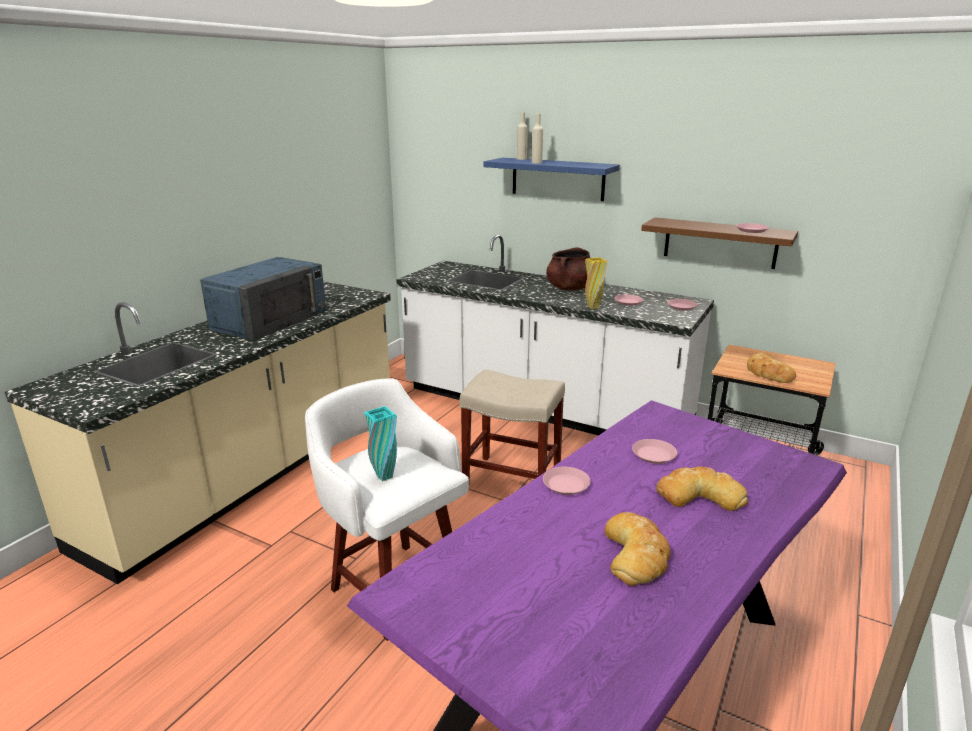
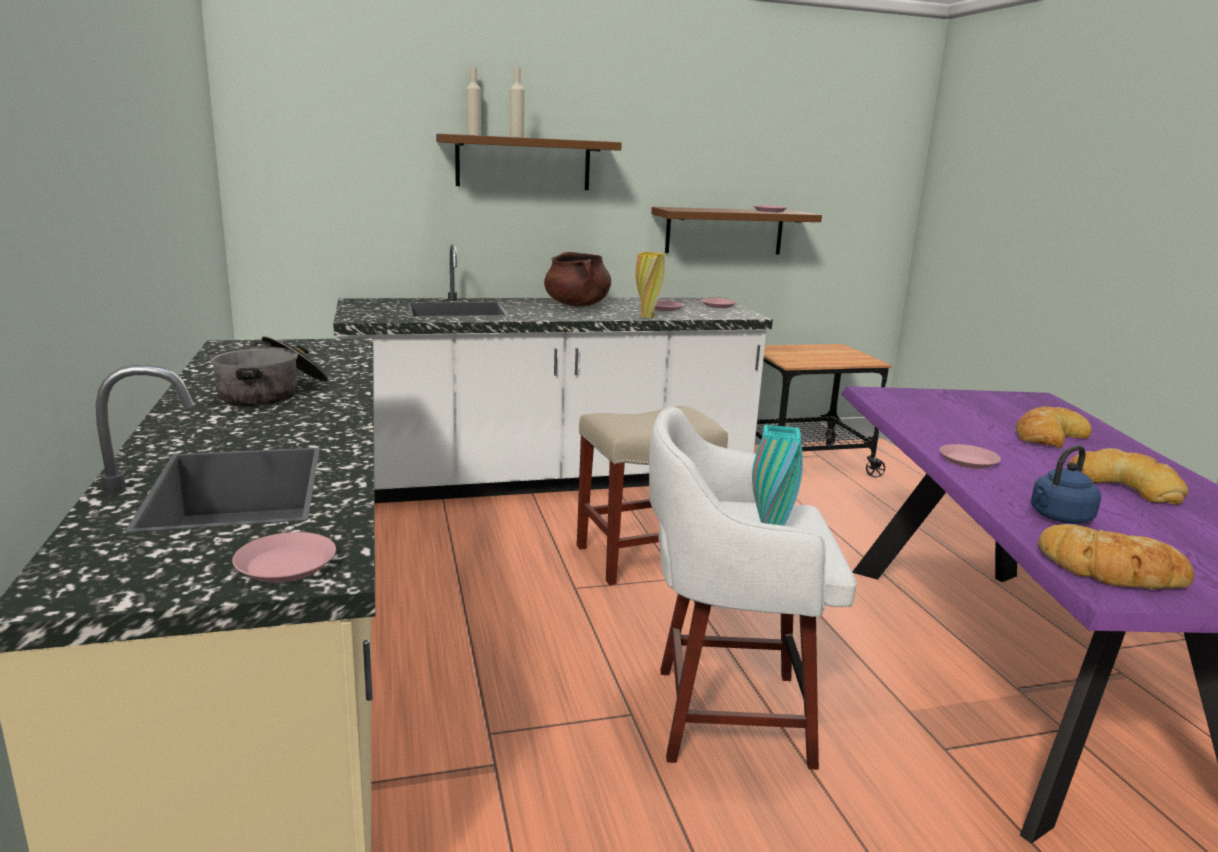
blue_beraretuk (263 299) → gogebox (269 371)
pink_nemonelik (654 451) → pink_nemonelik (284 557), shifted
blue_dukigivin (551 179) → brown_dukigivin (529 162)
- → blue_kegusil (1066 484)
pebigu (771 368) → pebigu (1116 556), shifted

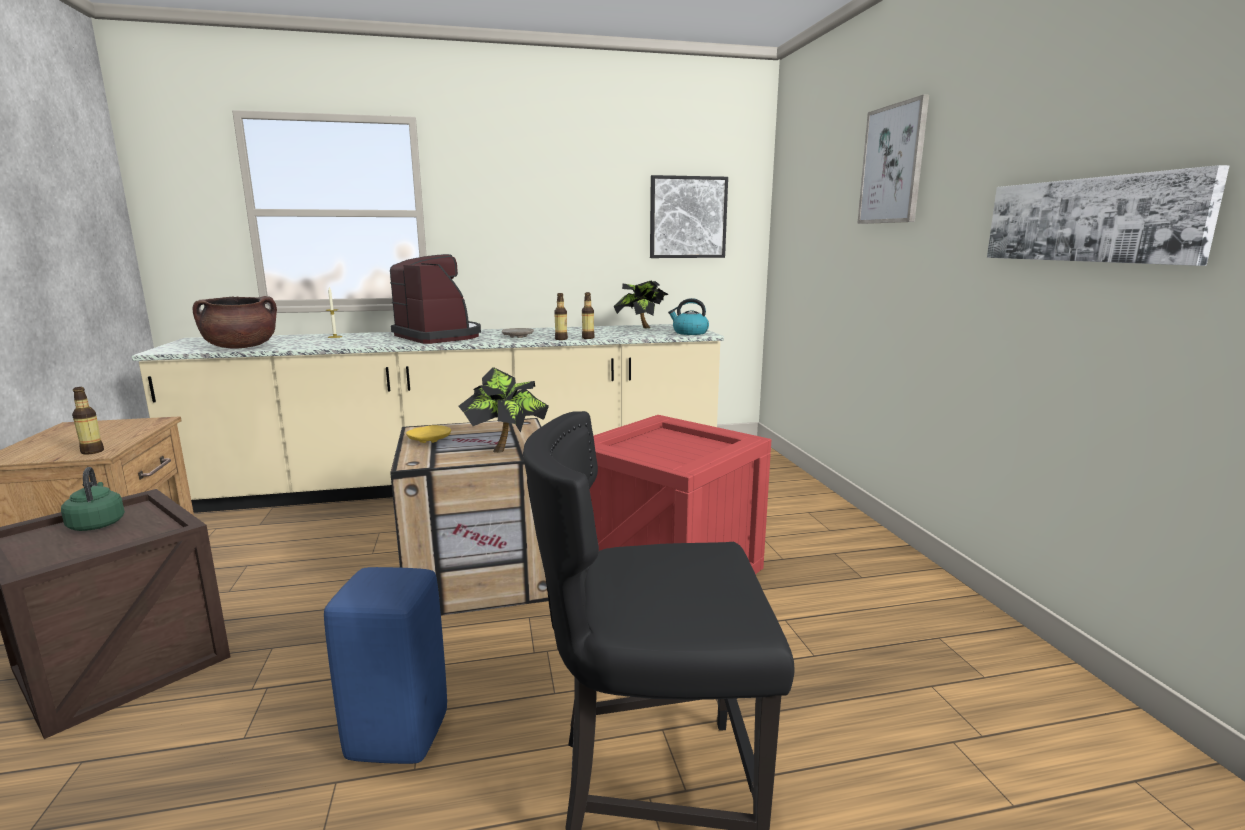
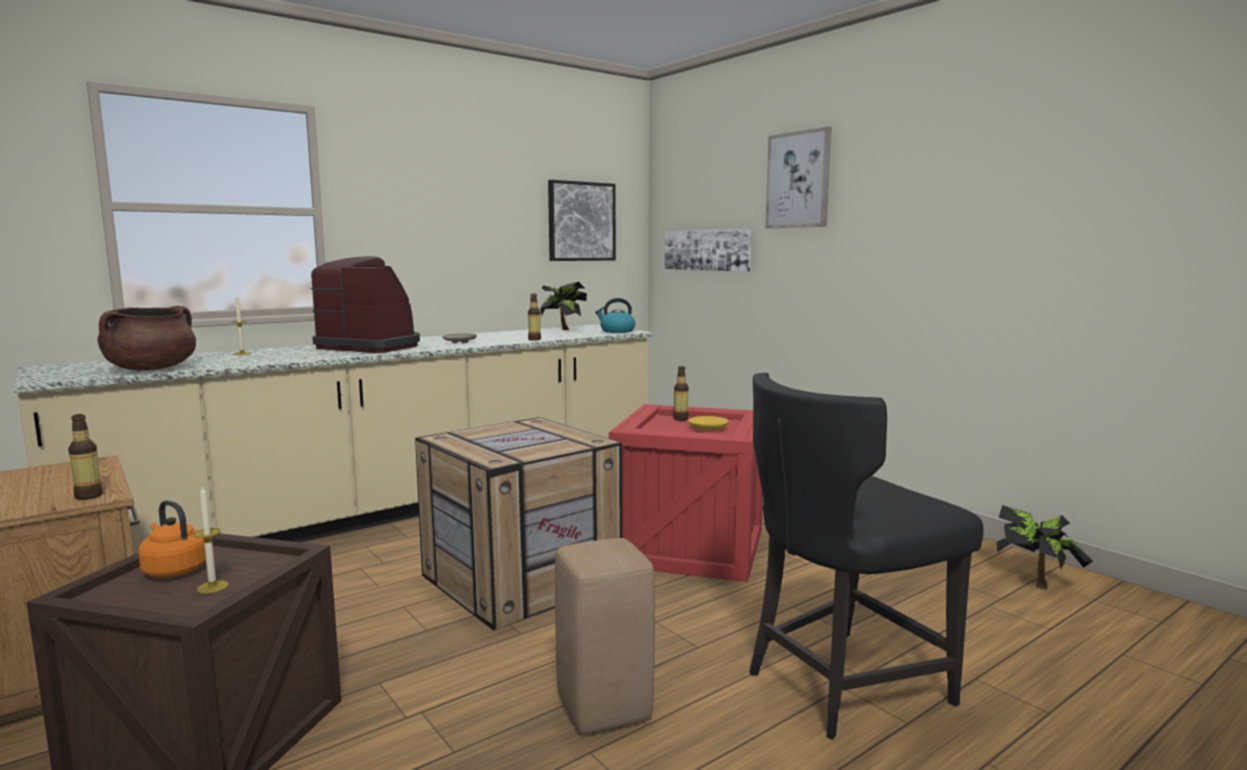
green_kegusil (93 499) → orange_kegusil (172 539)
- → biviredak (211 539)
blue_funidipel (385 665) → beige_funidipel (605 636)
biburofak (1108 215) → biburofak (708 250), shifted
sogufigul (561 316) → sogufigul (681 393), shifted
yellow_nemonelik (428 434) → yellow_nemonelik (708 423), shifted
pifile (503 410) → pifile (1044 547), shifted

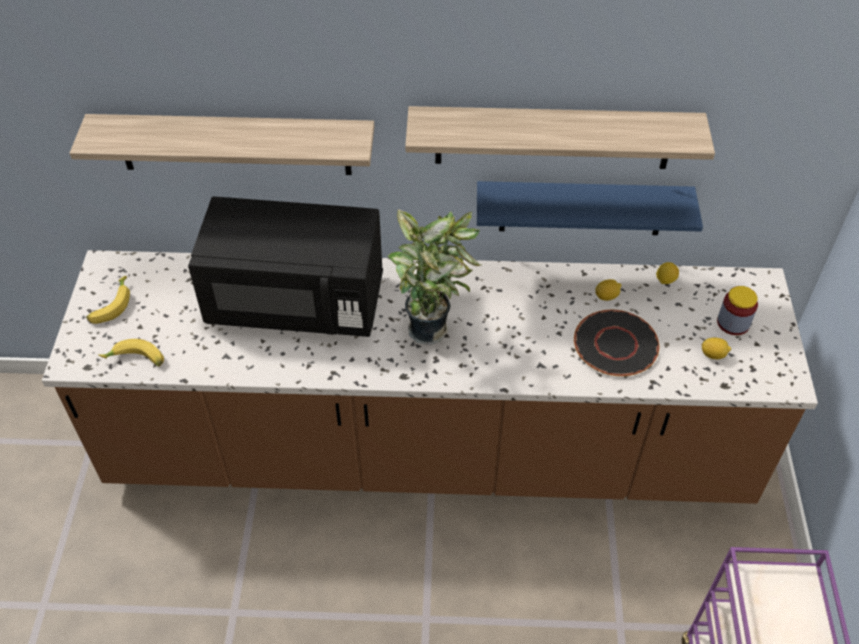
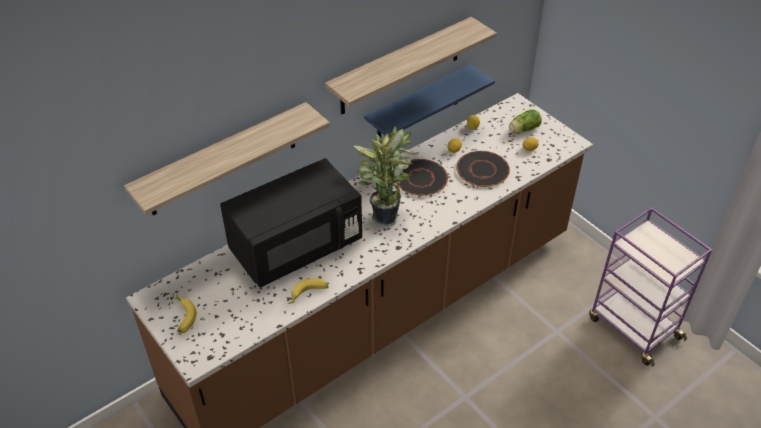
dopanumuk (131 352) → dopanumuk (308 291), shifted
- → black_nemonelik (422 177)
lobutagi (737 310) → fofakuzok (525 121)

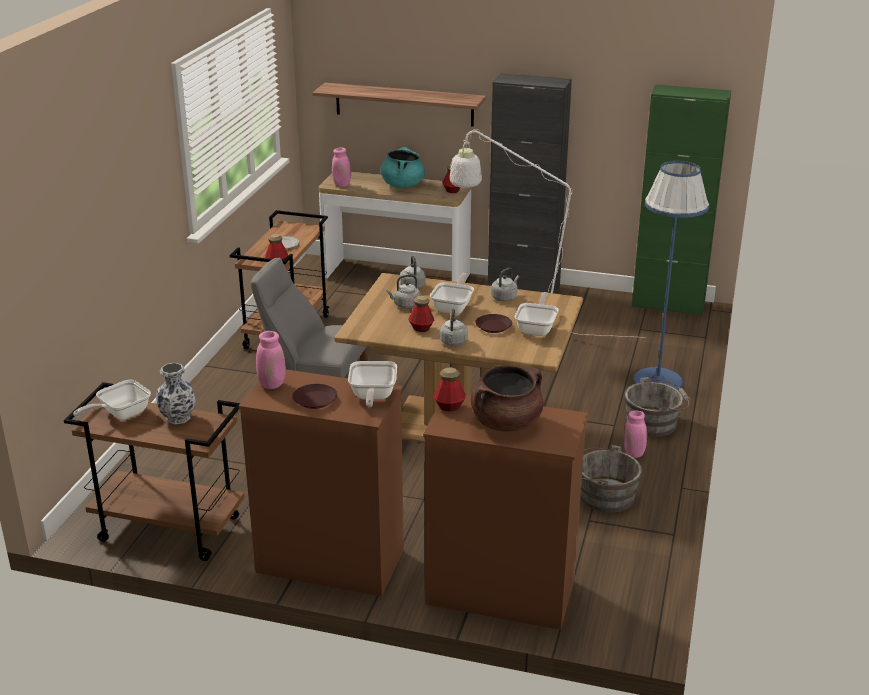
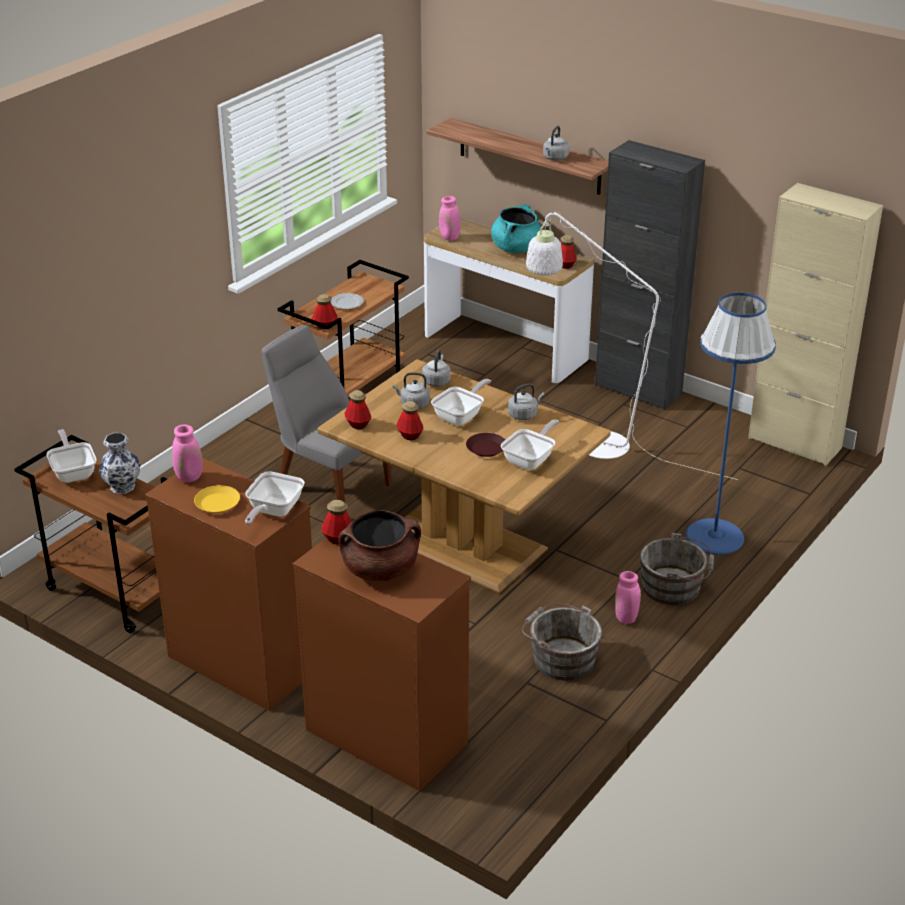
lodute (112 400) → lodute (72 456), 90 degrees clockwise
brown_nemonelik (314 396) → yellow_nemonelik (217 499)
- → sogufigul (358 409)
grey_kegusil (454 327) → grey_kegusil (556 143), shifted
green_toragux (681 200) → beige_toragux (815 324)

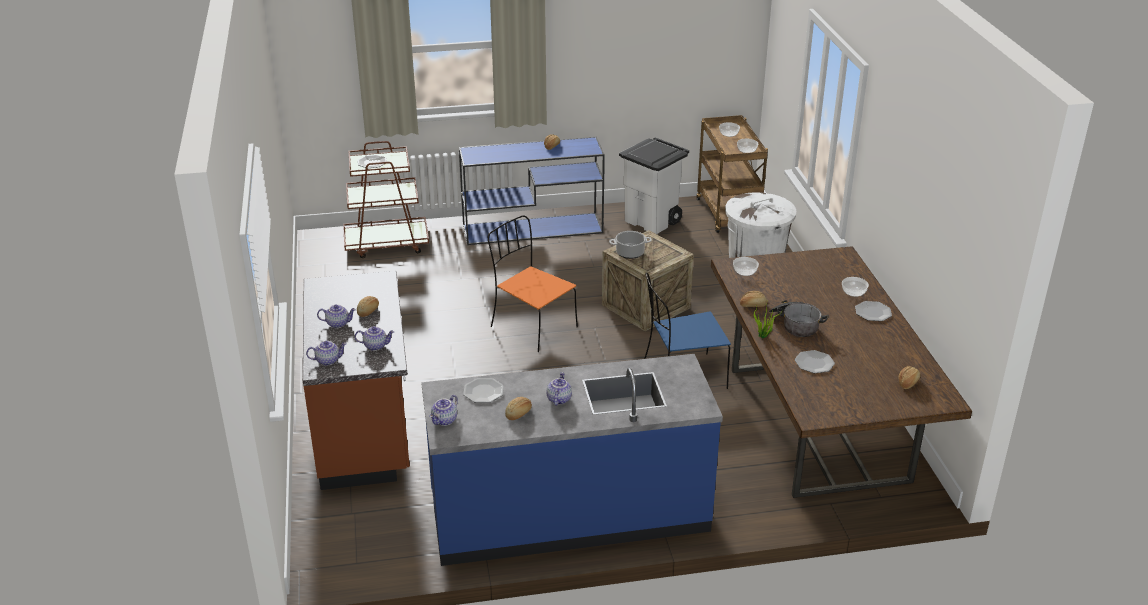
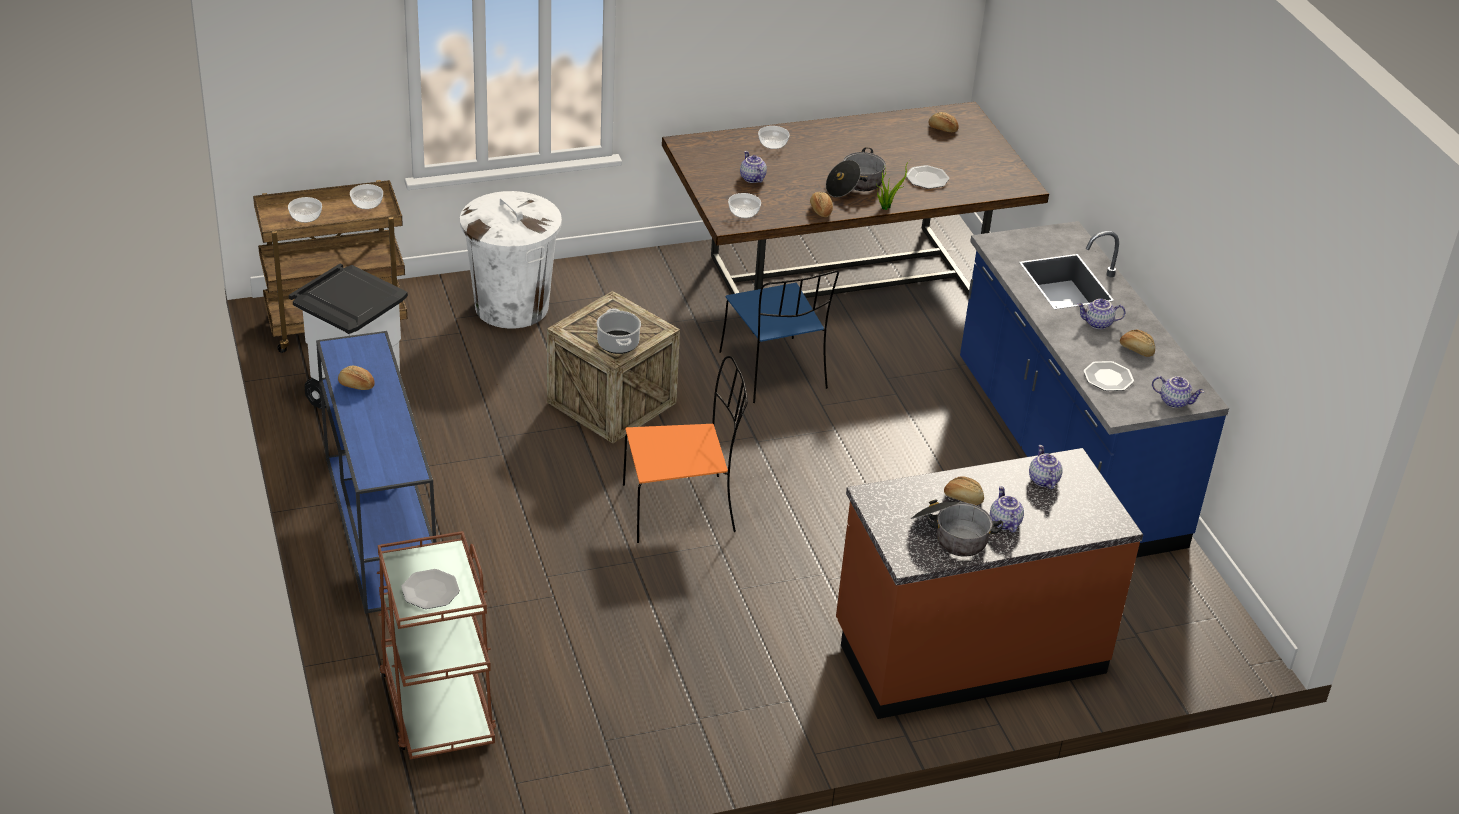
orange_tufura (533 283) → orange_tufura (685 449), 135 degrees counterclockwise
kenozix (326 353) → kenozix (753 167), shifted
- → gogebox (957 528)
nemonelik (873 311) → -

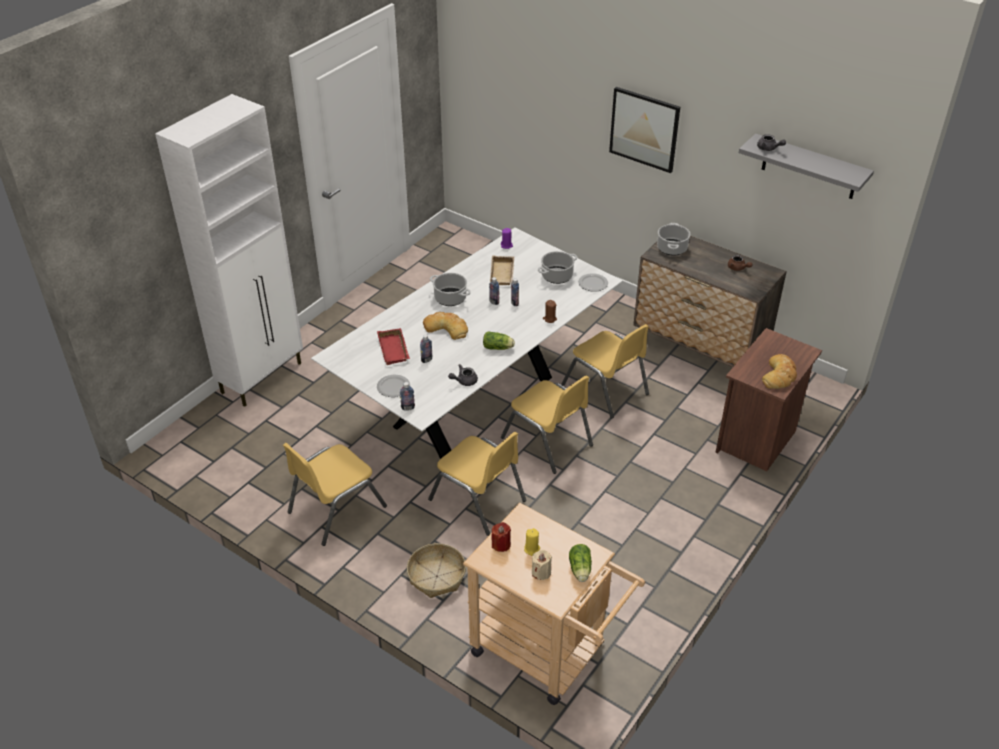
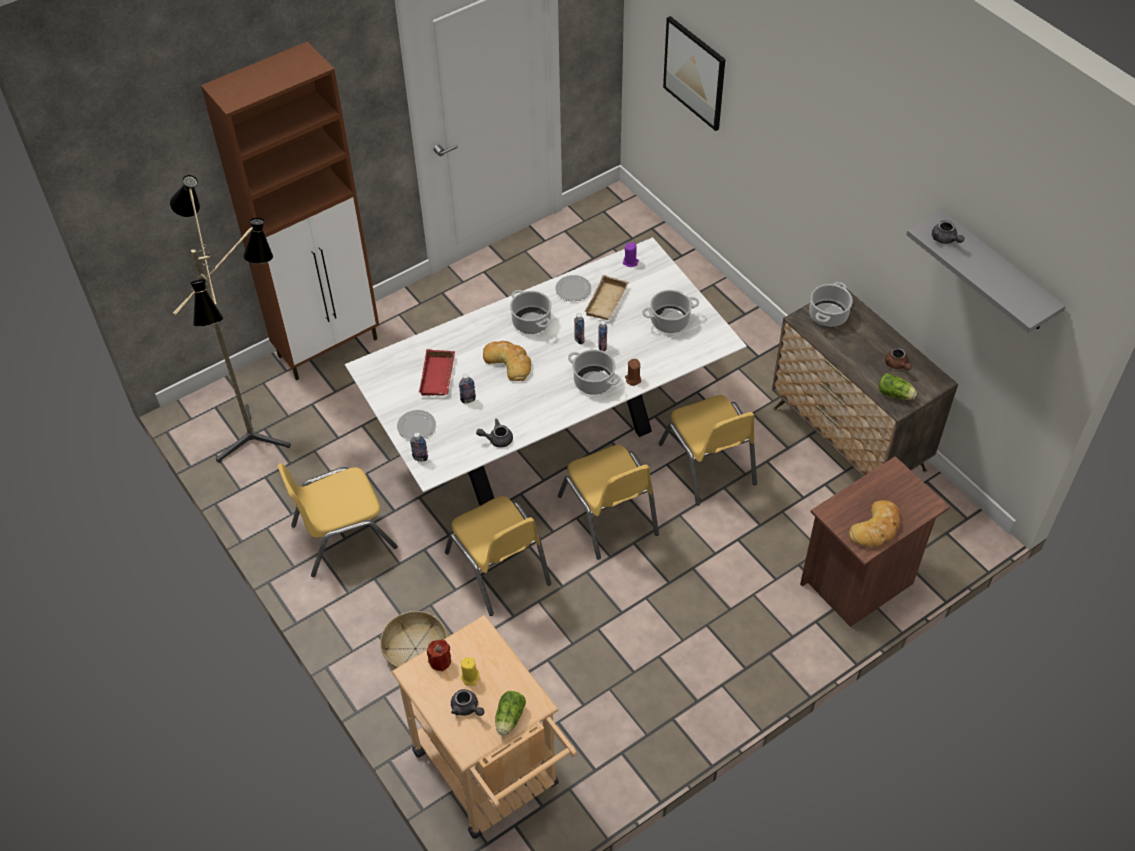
- → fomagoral (230 319)
white_toragux (229 250) → brown_toragux (290 210)
beige_biviredak (542 564) → grey_kenozix (467 702)
nemonelik (593 282) → nemonelik (573 288), shifted
- → gogebox (594 371)
biburofak (644 130) → biburofak (694 73), shifted
fofakuzok (499 340) → fofakuzok (897 386), shifted

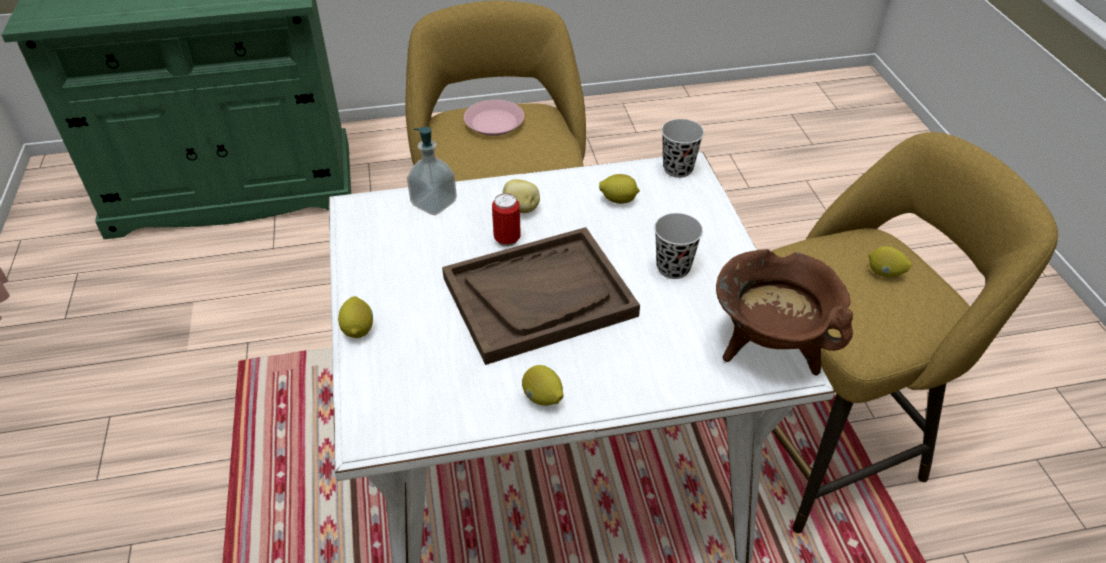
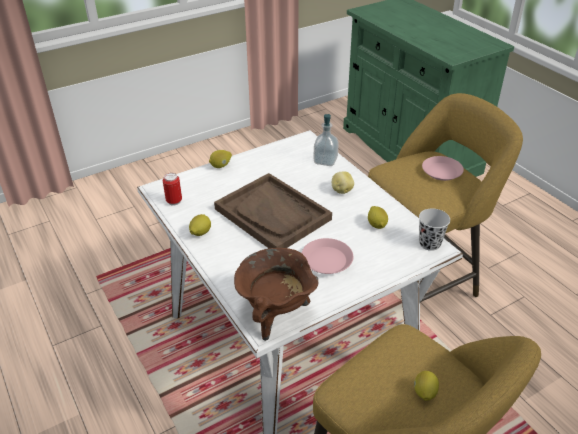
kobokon (506 220) → kobokon (172 189), shifted
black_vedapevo (678 246) → pink_nemonelik (327 256)

